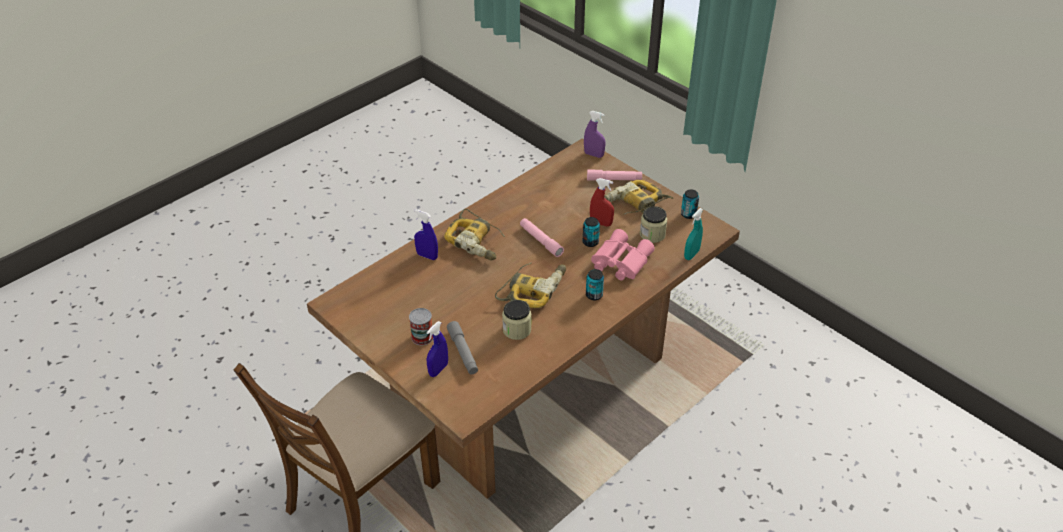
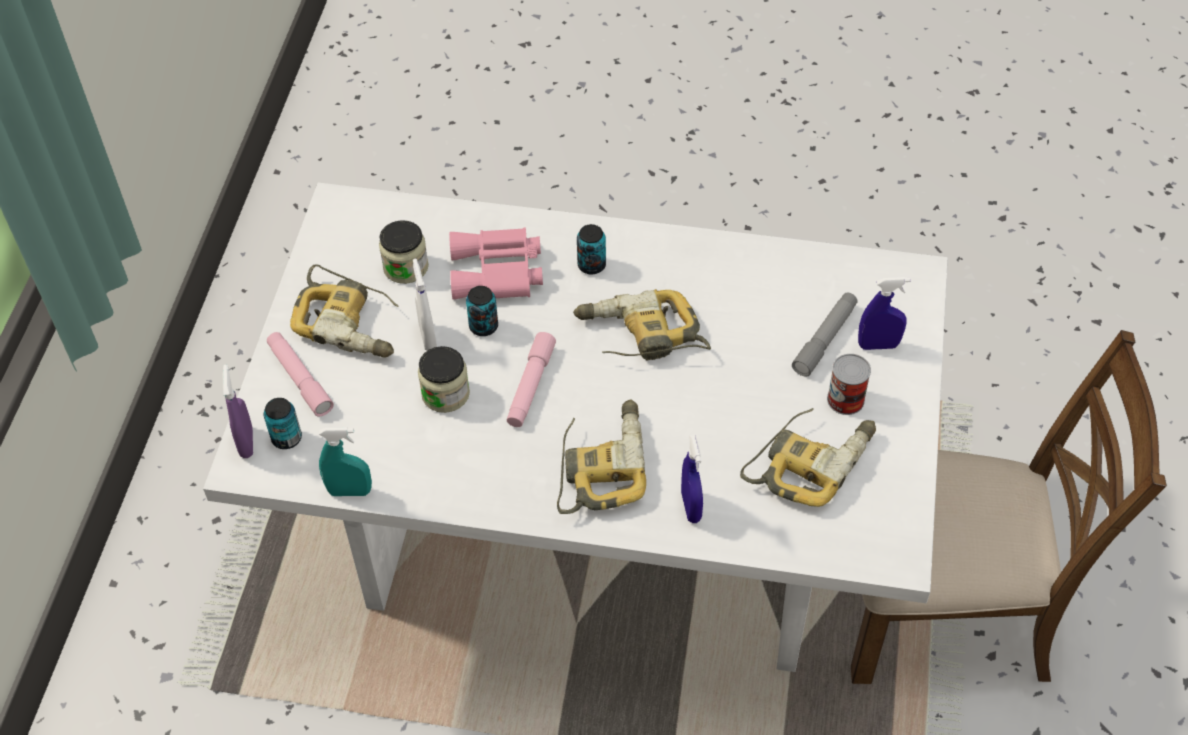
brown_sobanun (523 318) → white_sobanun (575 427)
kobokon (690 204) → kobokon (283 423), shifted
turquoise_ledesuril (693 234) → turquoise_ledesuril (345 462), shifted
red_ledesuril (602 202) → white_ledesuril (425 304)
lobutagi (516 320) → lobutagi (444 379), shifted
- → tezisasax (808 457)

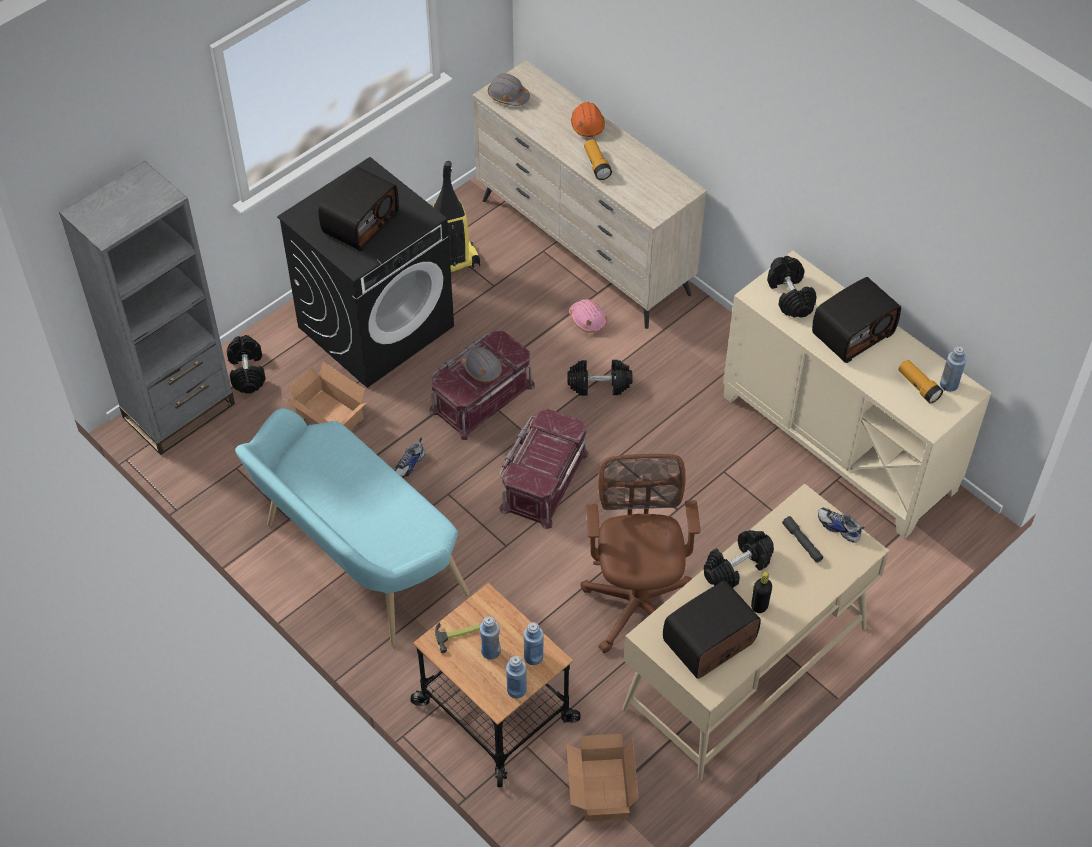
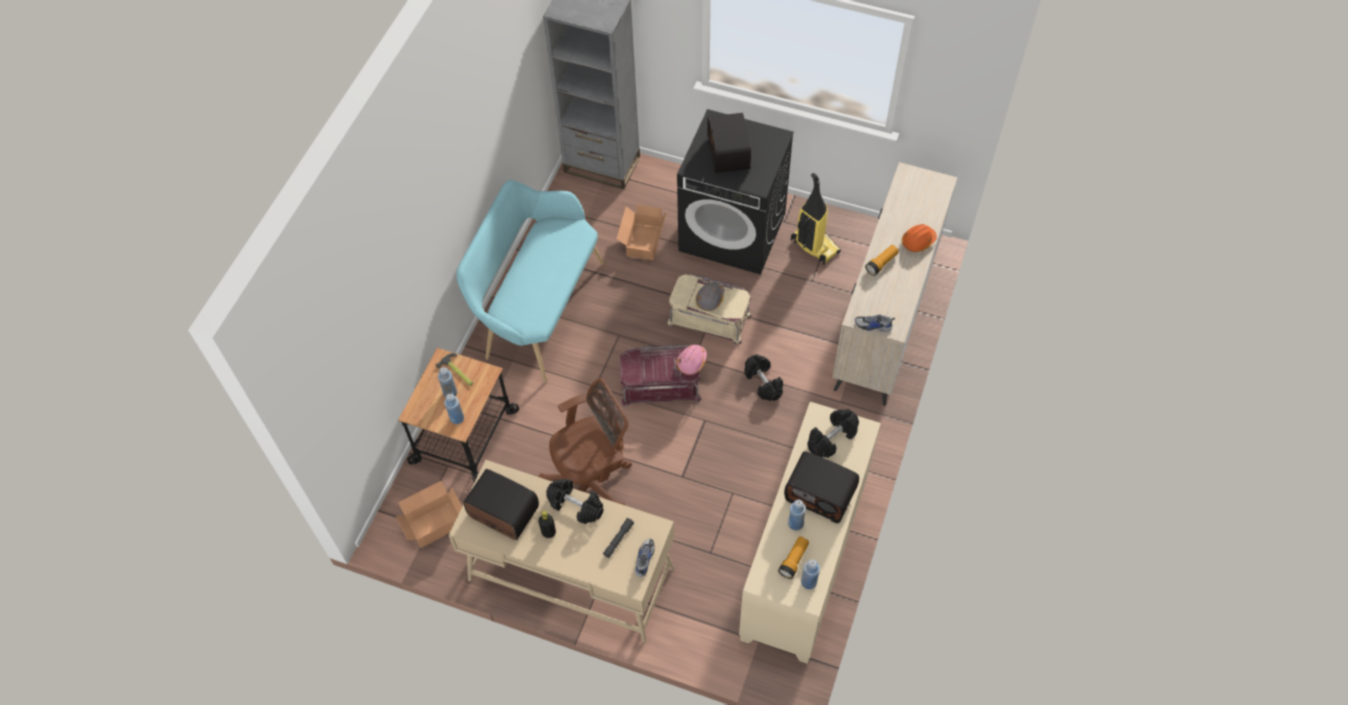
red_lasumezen (482 385) → beige_lasumezen (709 309)
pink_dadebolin (588 316) → pink_dadebolin (691 360), shifted
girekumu (359 209) → girekumu (729 143), 75 degrees clockwise
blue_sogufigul (516 677) → blue_sogufigul (797 515), shifted
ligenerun (409 458) → ligenerun (875 323), shifted
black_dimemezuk (246 364) → -
grey_dadebolin (509 89) → -

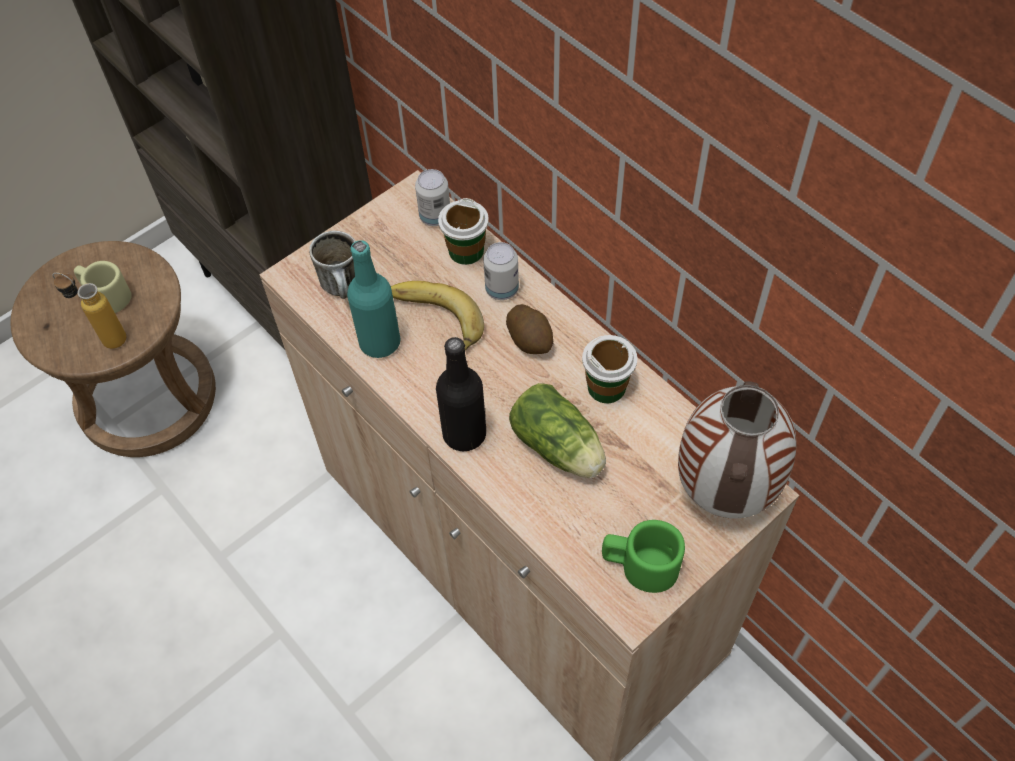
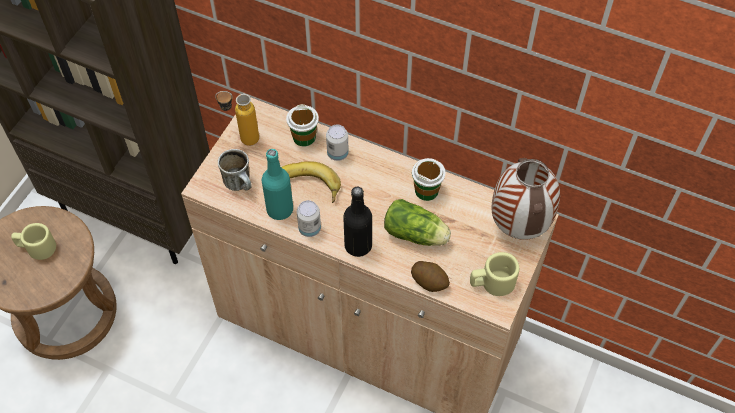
sogufigul (89 310) → sogufigul (237 118), shifted
kobokon (432 197) → kobokon (309 218), shifted
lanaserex (529 329) → lanaserex (430 276), shifted
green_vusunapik (643 556) → beige_vusunapik (494 274)

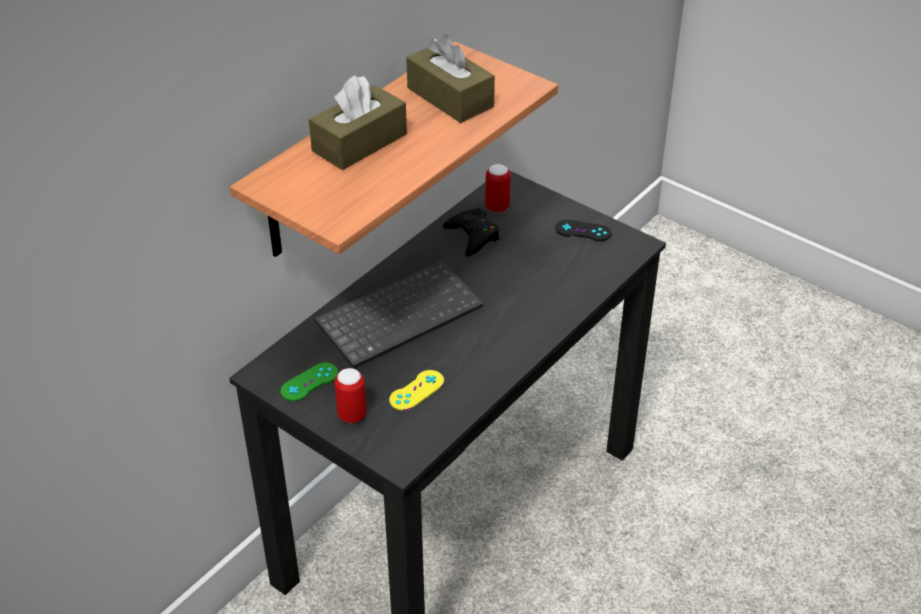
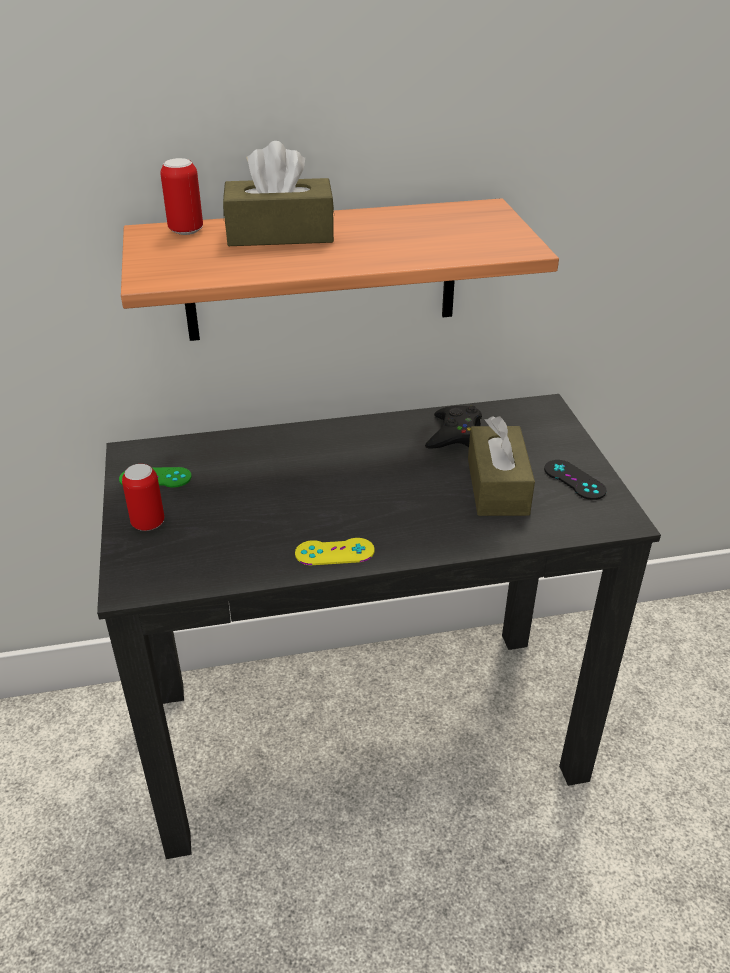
kobokon (498 188) → kobokon (181 196), shifted
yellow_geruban (416 390) → yellow_geruban (335 551), shifted
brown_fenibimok (450 78) → brown_fenibimok (501 466), shifted
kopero (399 314) → -

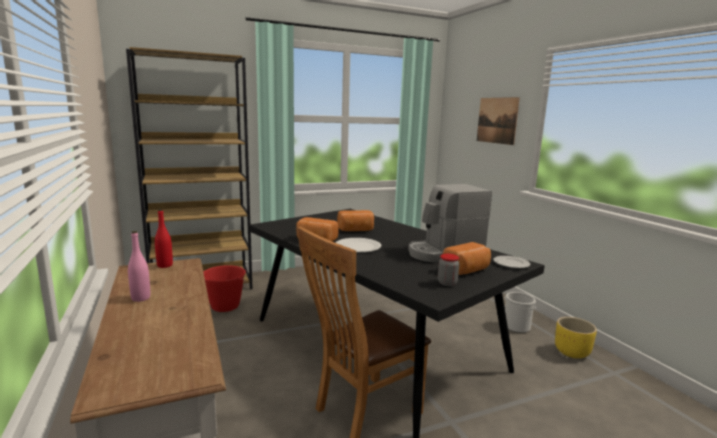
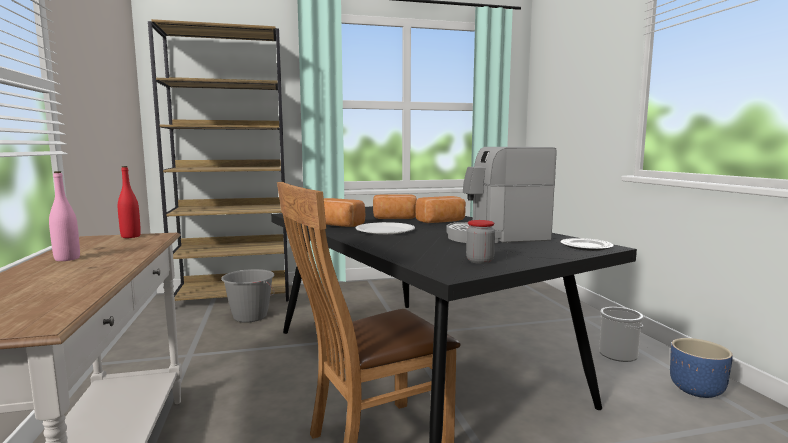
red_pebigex (224 288) → grey_pebigex (247 296)
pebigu (467 258) → pebigu (441 209), shifted
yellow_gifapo (576 338) → blue_gifapo (701 368)
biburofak (498 121) → -

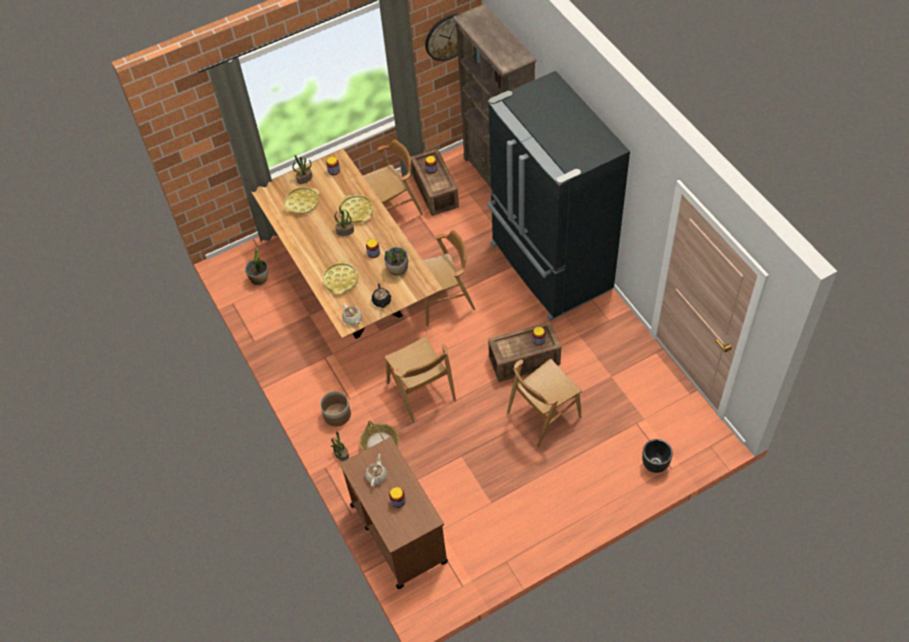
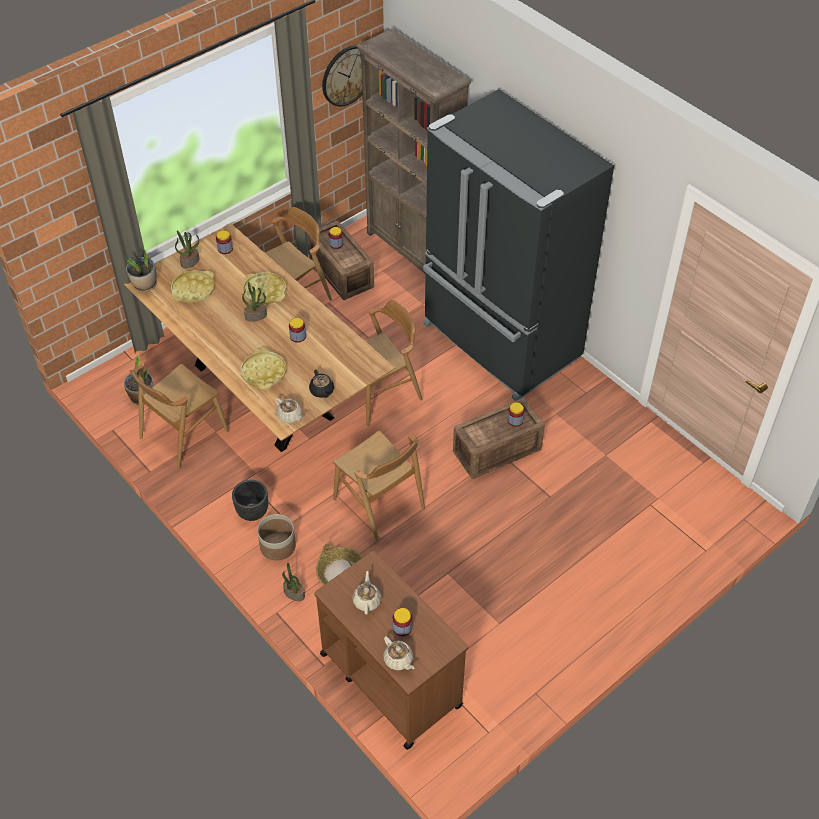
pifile (396 261) → pifile (141 271), shifted
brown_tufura (544 403) → brown_tufura (179 416), shifted
black_gifapo (657 456) → black_gifapo (250 500), shifted
- → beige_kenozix (398 653)

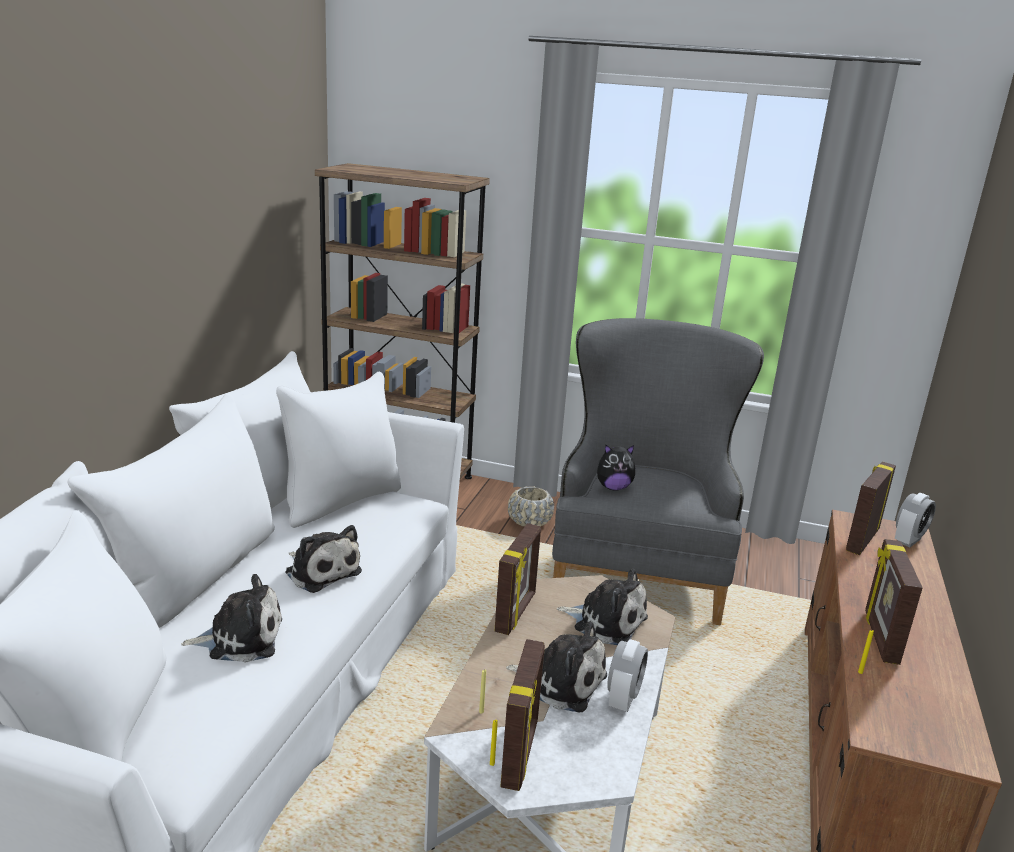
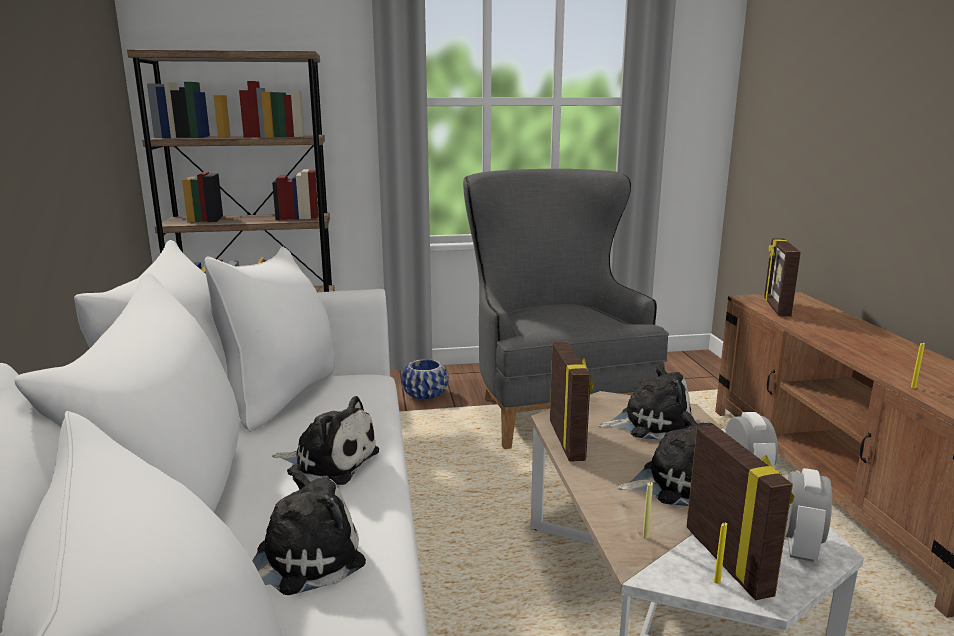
beige_gifapo (531 506) → blue_gifapo (425 379)
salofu (915 520) → salofu (808 515), shifted
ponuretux (616 468) → -
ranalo (894 602) → -

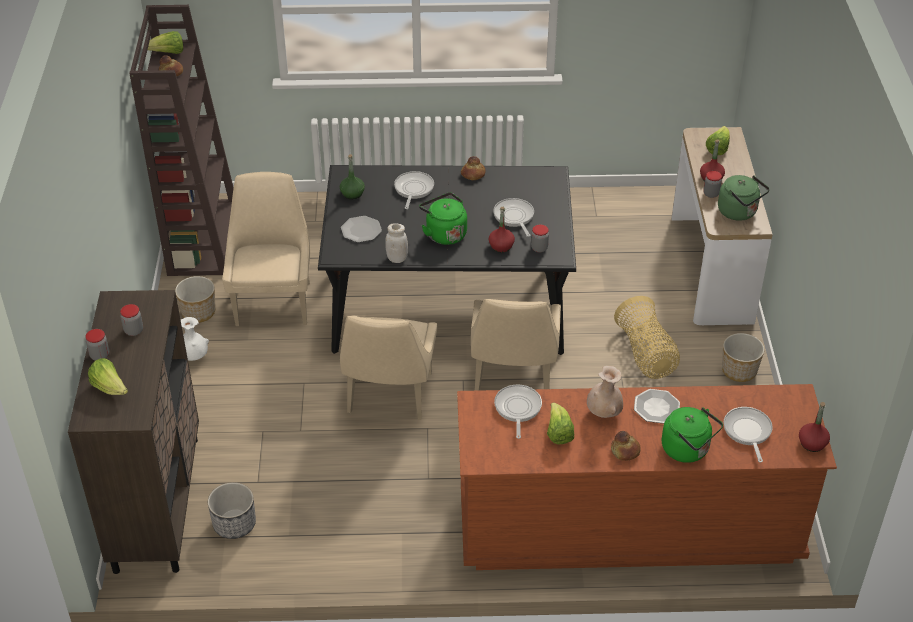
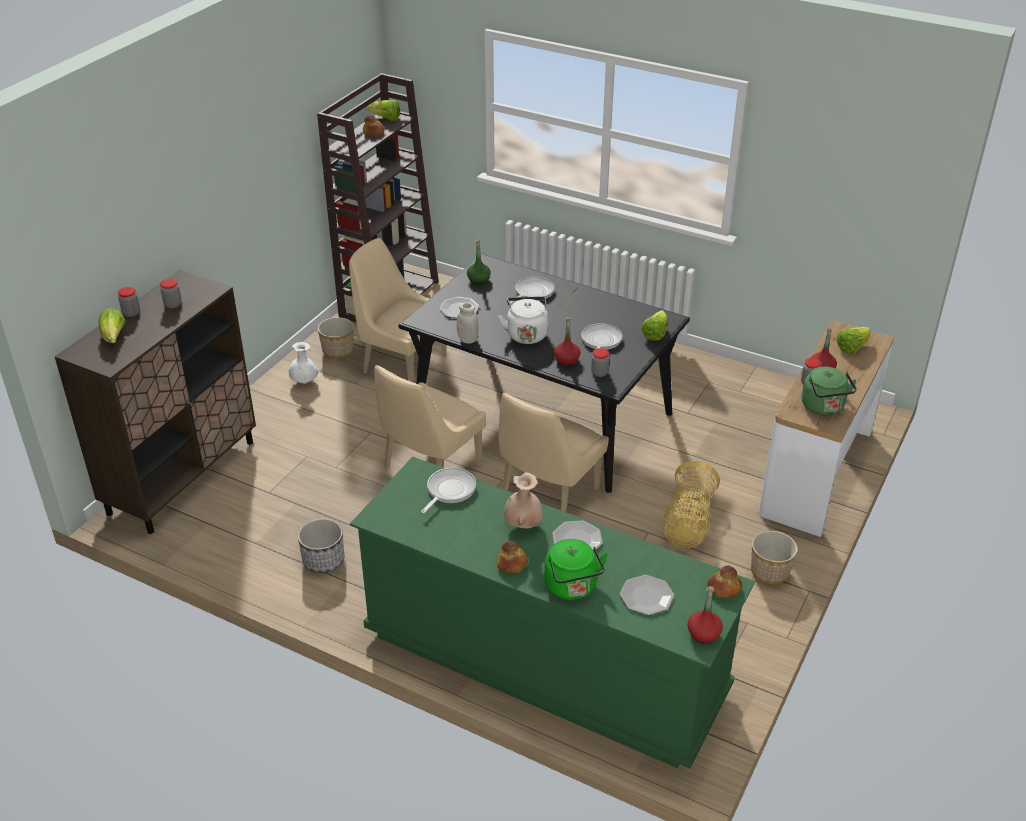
gifapo (232 510) → gifapo (321 546), shifted
beige_tufura (266 249) → beige_tufura (398 310), 90 degrees counterclockwise
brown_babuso (647 477) → green_babuso (552 613)
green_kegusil (443 218) → white_kegusil (523 320)
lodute (748 435) → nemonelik (647 595)
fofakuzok (560 423) → fofakuzok (654 325), shifted
pebigu (473 168) → pebigu (725 581), shifted

